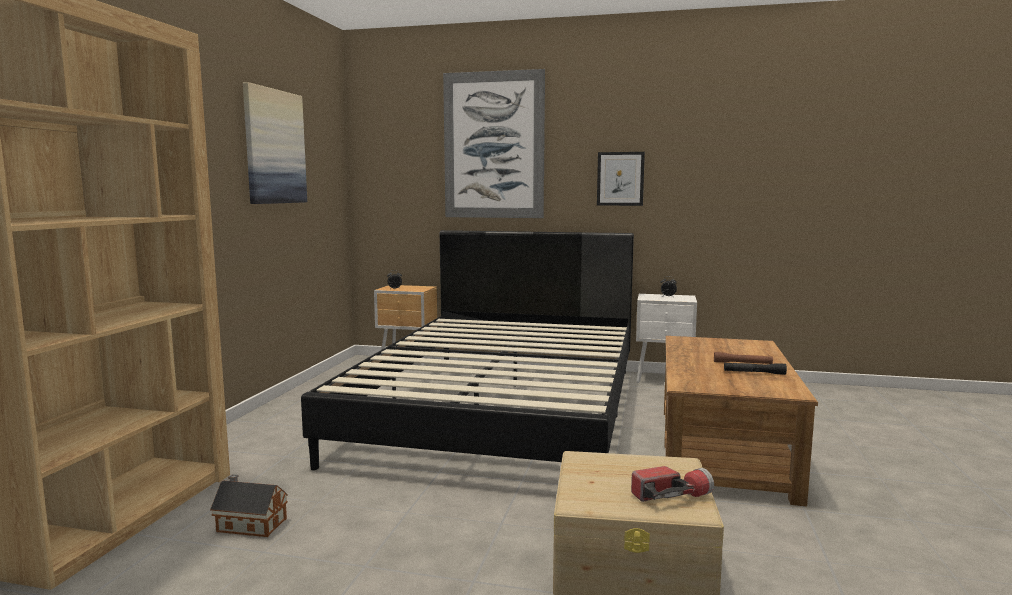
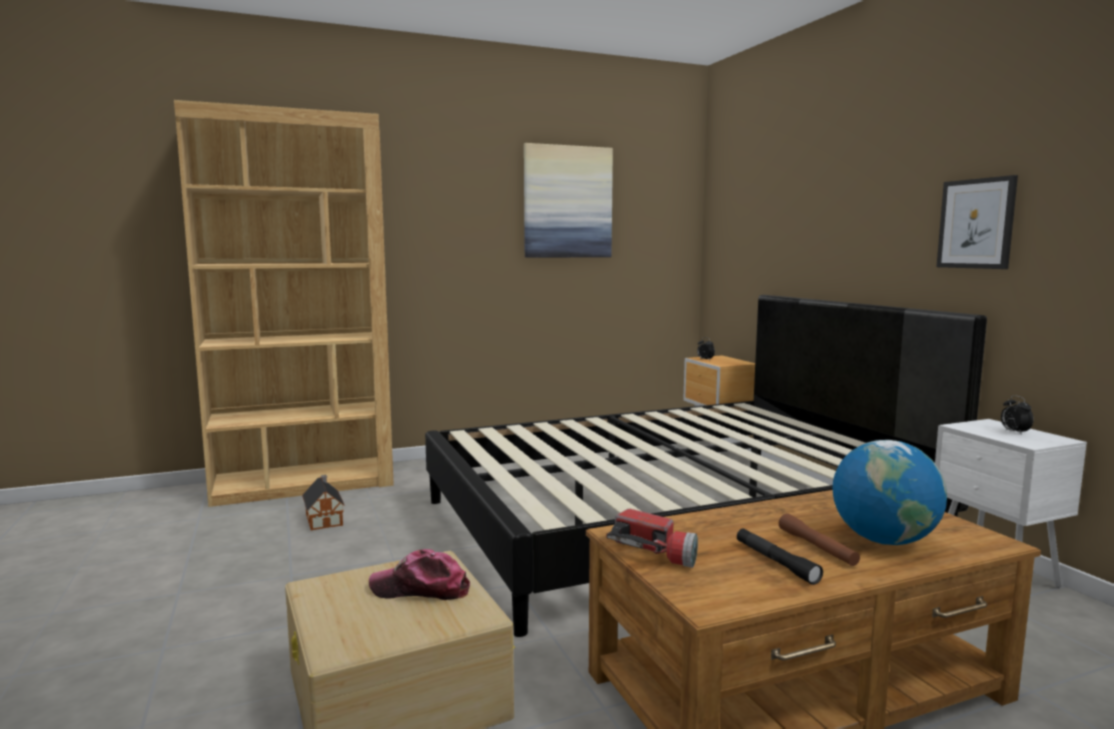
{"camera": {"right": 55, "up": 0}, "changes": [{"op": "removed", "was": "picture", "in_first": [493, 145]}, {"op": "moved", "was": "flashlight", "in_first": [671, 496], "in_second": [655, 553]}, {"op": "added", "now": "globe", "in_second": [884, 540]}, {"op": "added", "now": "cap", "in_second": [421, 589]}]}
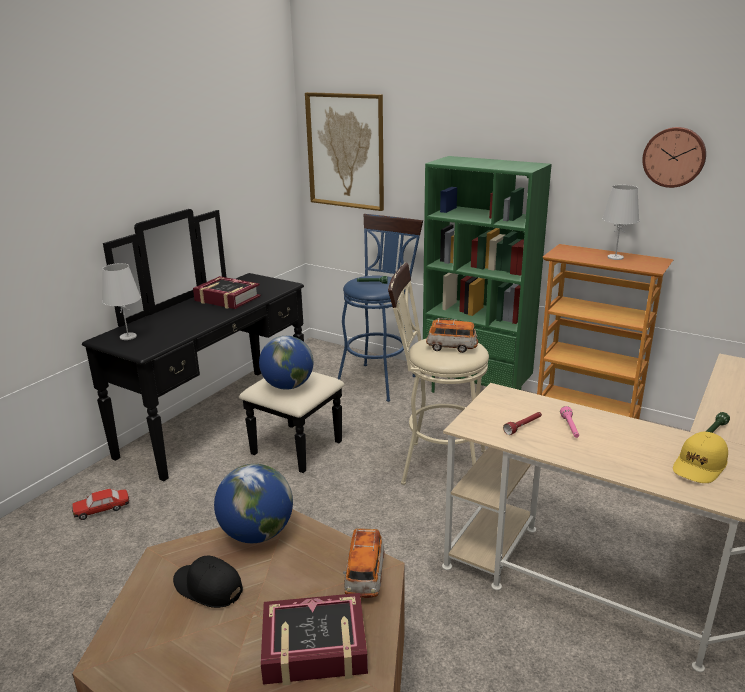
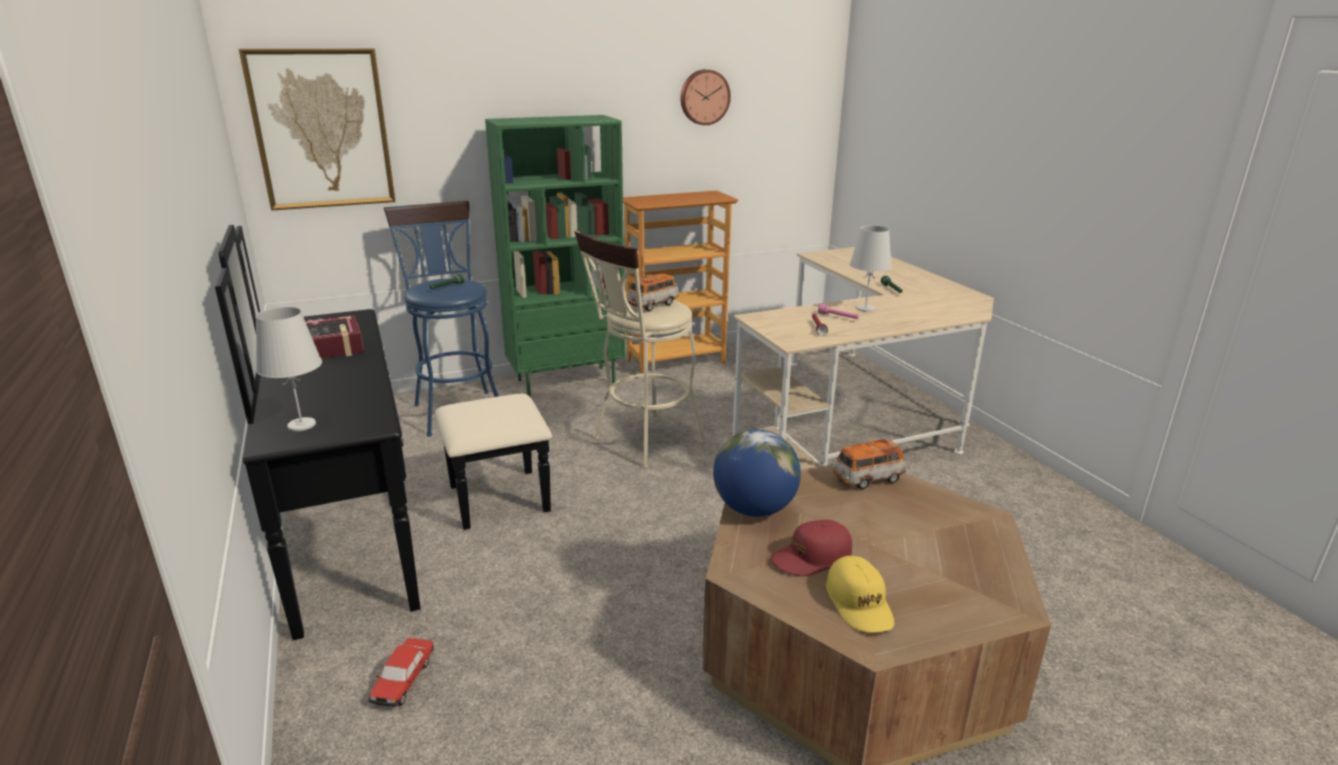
{"camera": {"right": -55, "up": 0}, "changes": [{"op": "moved", "was": "white table lamp", "in_first": [615, 257], "in_second": [865, 308]}, {"op": "removed", "was": "globe", "in_first": [288, 386]}, {"op": "moved", "was": "yellow cap", "in_first": [699, 466], "in_second": [859, 603]}, {"op": "turned", "was": "toy car", "in_first": [364, 576], "in_second": [867, 479], "clockwise": 120}, {"op": "recoloured", "was": "black cap", "now": "red cap", "in_first": [208, 587], "in_second": [811, 557]}, {"op": "removed", "was": "book", "in_first": [314, 647]}]}
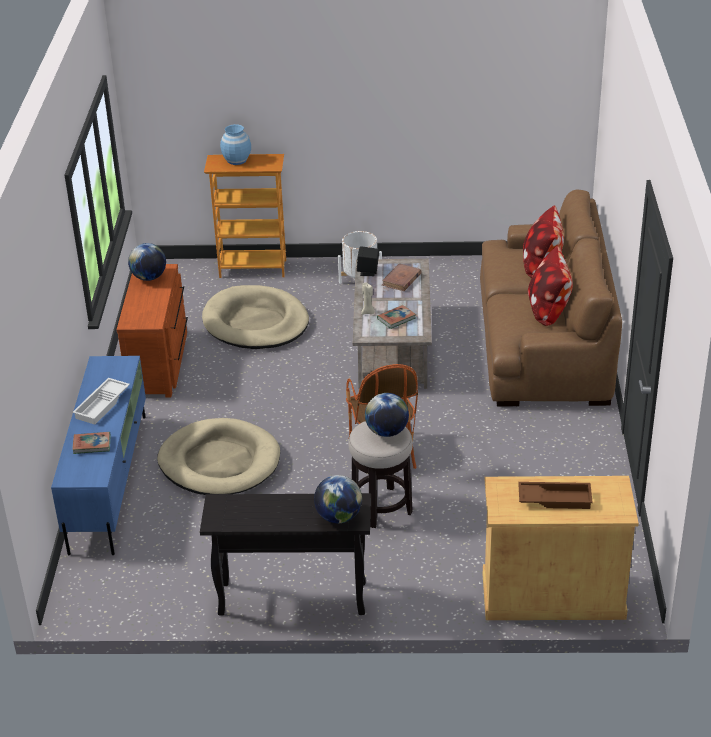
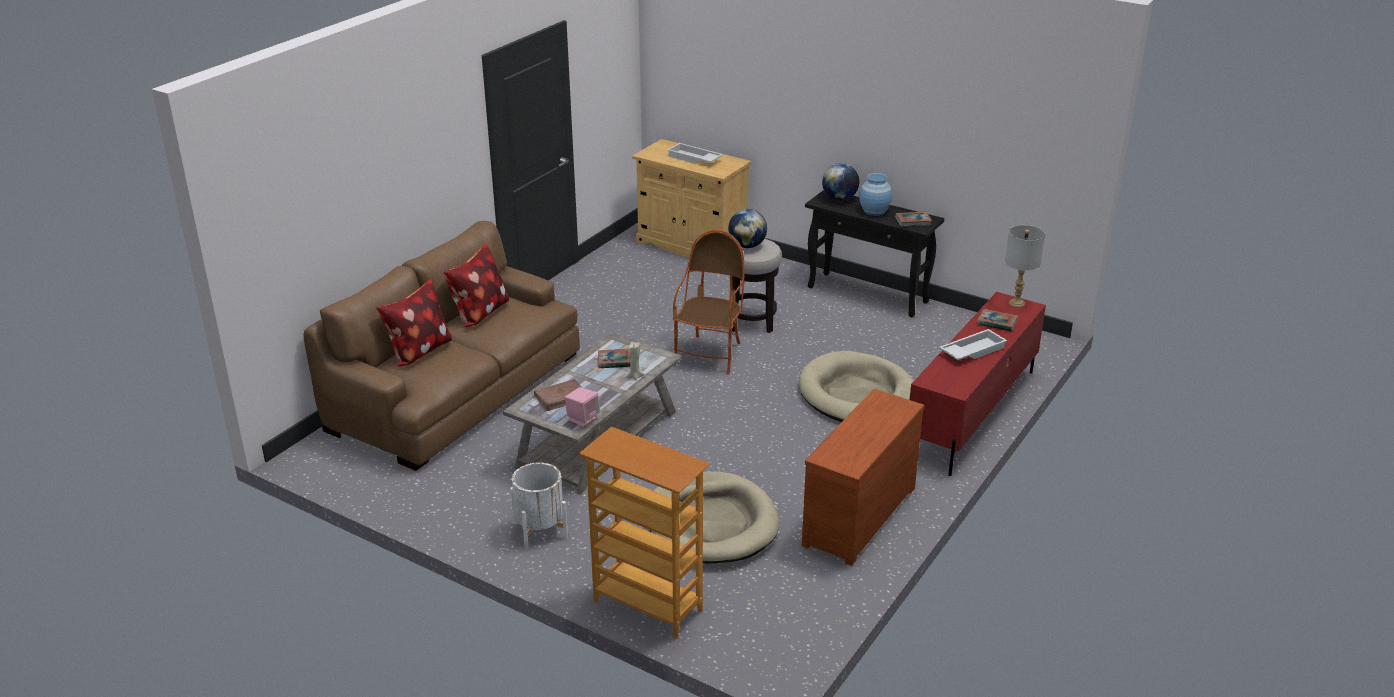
{"camera": {"right": -150, "up": -5}, "changes": [{"op": "moved", "was": "blue vase", "in_first": [236, 160], "in_second": [874, 211]}, {"op": "removed", "was": "globe", "in_first": [149, 277]}, {"op": "recoloured", "was": "black speaker", "now": "pink speaker", "in_first": [368, 271], "in_second": [583, 419]}, {"op": "recoloured", "was": "blue tv stand", "now": "red tv stand", "in_first": [109, 481], "in_second": [971, 415]}, {"op": "recoloured", "was": "brown tray", "now": "white tray", "in_first": [555, 498], "in_second": [693, 158]}, {"op": "added", "now": "book", "in_second": [913, 221]}, {"op": "added", "now": "grey table lamp", "in_second": [1016, 303]}]}
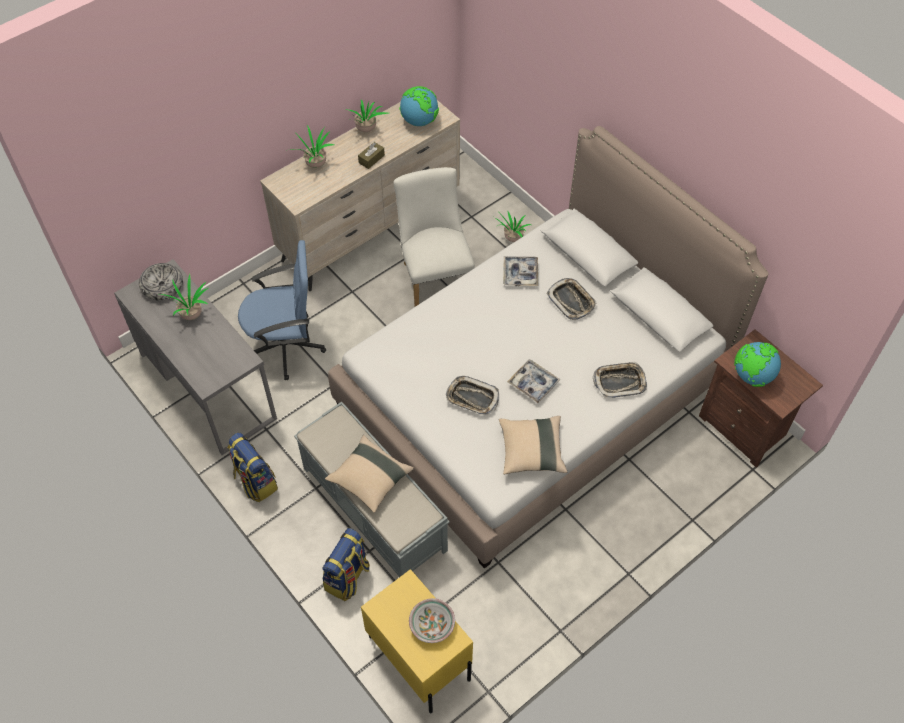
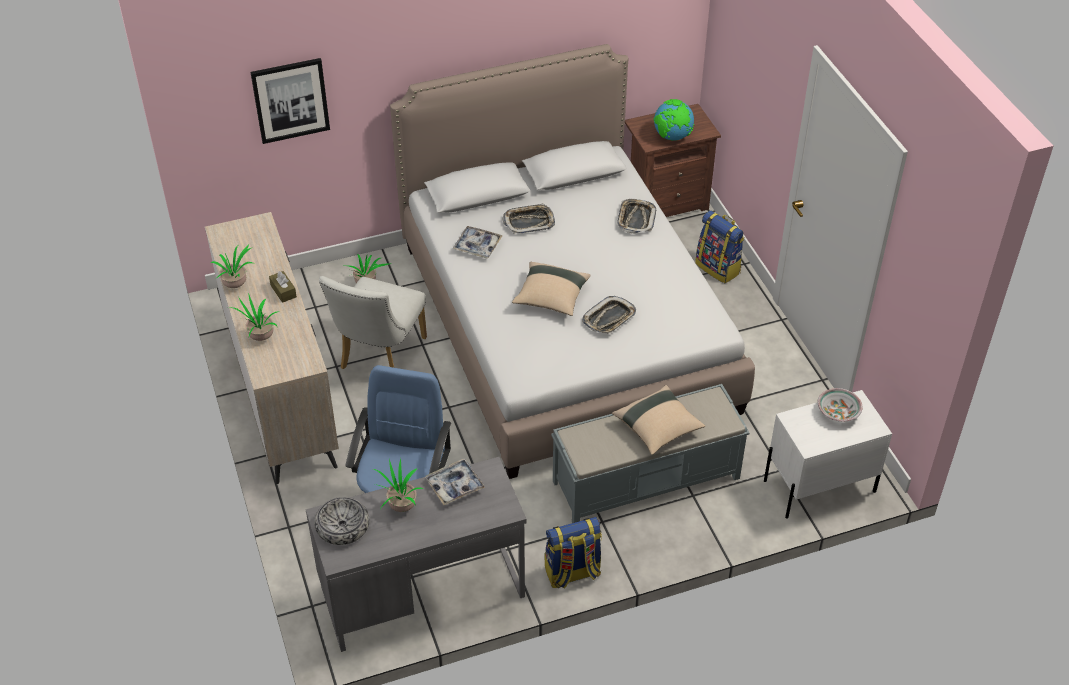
{"camera": {"right": -70, "up": -10}, "changes": [{"op": "removed", "was": "globe", "in_first": [419, 121]}, {"op": "turned", "was": "white chair", "in_first": [434, 276], "in_second": [379, 357], "clockwise": -75}, {"op": "moved", "was": "tray", "in_first": [533, 384], "in_second": [455, 485]}, {"op": "moved", "was": "beige pillow", "in_first": [531, 451], "in_second": [551, 298]}, {"op": "moved", "was": "backpack", "in_first": [347, 578], "in_second": [718, 268]}, {"op": "recoloured", "was": "yellow nightstand", "now": "white nightstand", "in_first": [419, 657], "in_second": [818, 486]}, {"op": "added", "now": "picture", "in_second": [290, 100]}]}
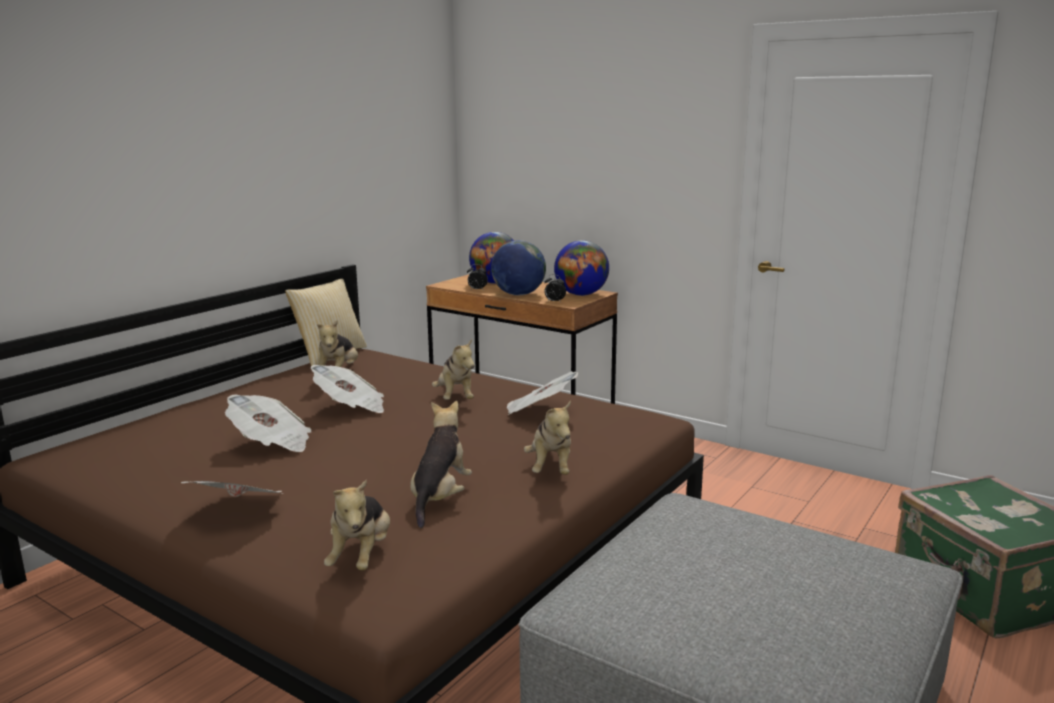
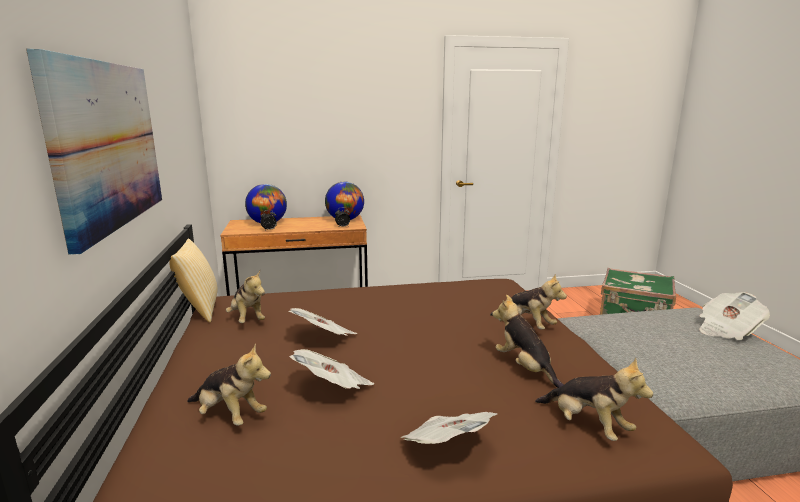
{"camera": {"right": -45, "up": 0}, "changes": [{"op": "removed", "was": "globe", "in_first": [518, 294]}, {"op": "moved", "was": "plush toy", "in_first": [455, 398], "in_second": [229, 415]}, {"op": "moved", "was": "newspaper", "in_first": [539, 412], "in_second": [727, 330]}, {"op": "added", "now": "picture", "in_second": [107, 145]}]}
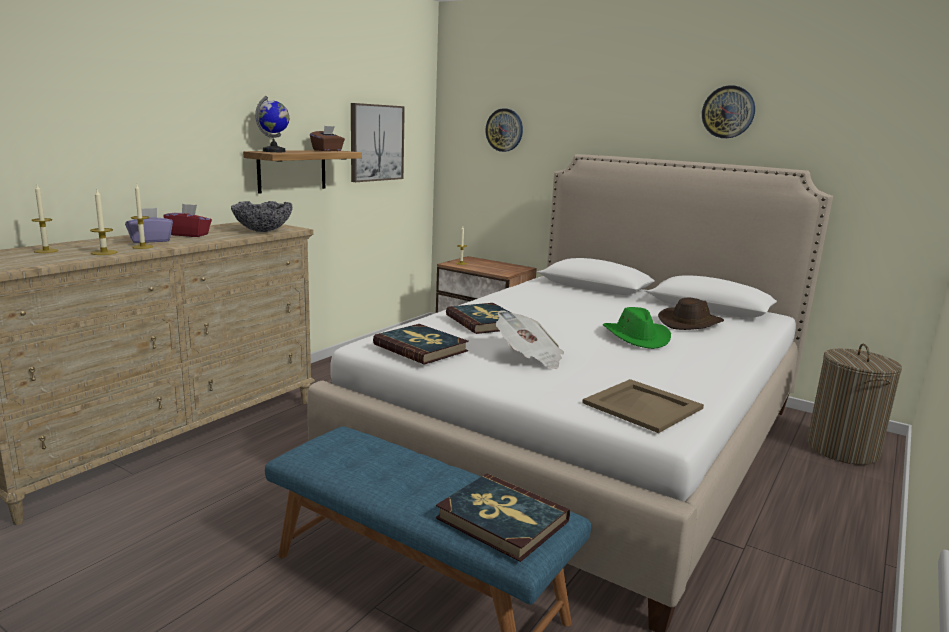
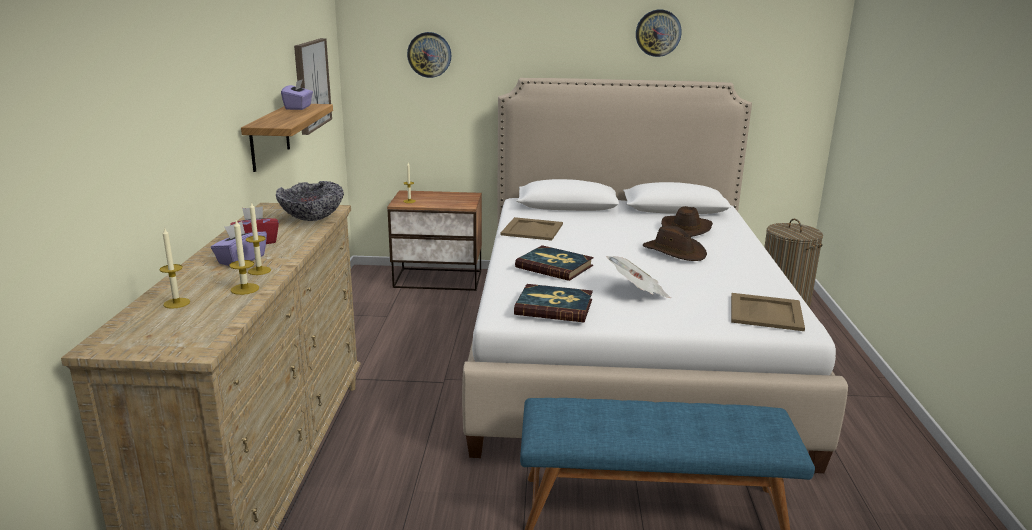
{"camera": {"right": -30, "up": 5}, "changes": [{"op": "removed", "was": "globe", "in_first": [274, 151]}, {"op": "recoloured", "was": "brown tissue box", "now": "purple tissue box", "in_first": [327, 150], "in_second": [298, 107]}, {"op": "recoloured", "was": "green hat", "now": "brown hat", "in_first": [636, 337], "in_second": [674, 252]}, {"op": "removed", "was": "book", "in_first": [501, 520]}, {"op": "added", "now": "beige tray", "in_second": [531, 229]}]}
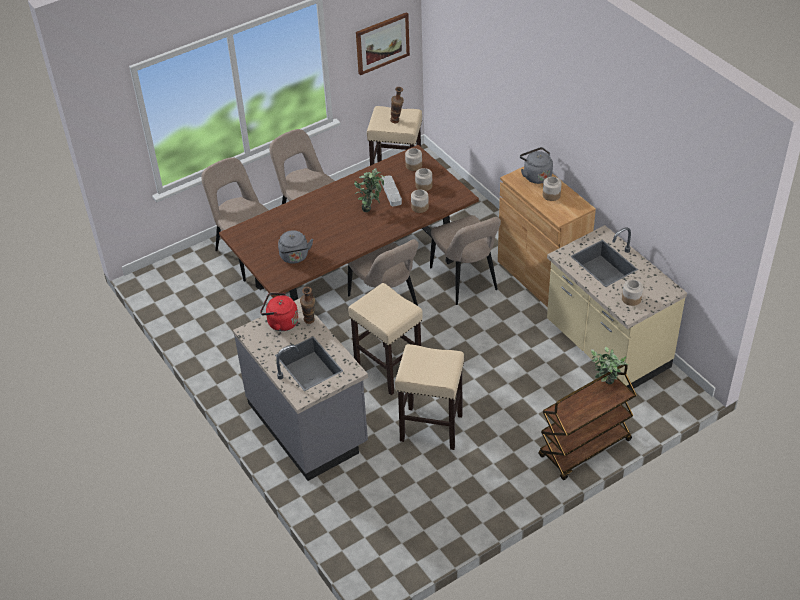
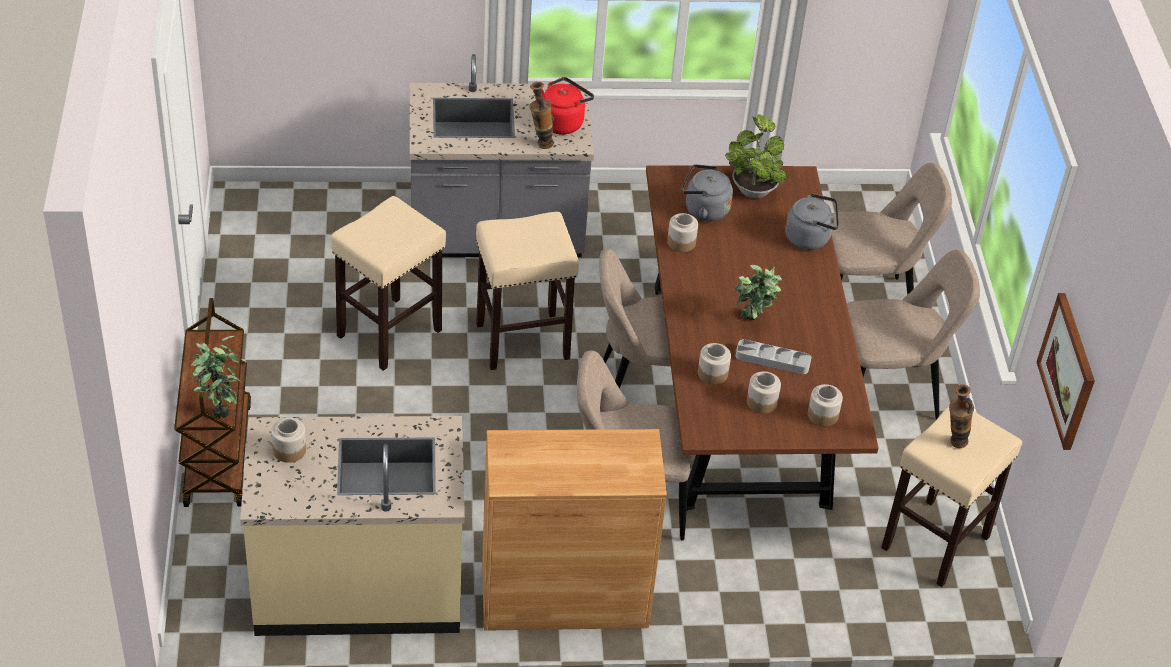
{"camera": {"right": 115, "up": 0}, "changes": [{"op": "moved", "was": "grey kettle", "in_first": [536, 176], "in_second": [810, 238]}, {"op": "moved", "was": "jar", "in_first": [551, 195], "in_second": [681, 242]}, {"op": "added", "now": "potted plant", "in_second": [753, 188]}]}
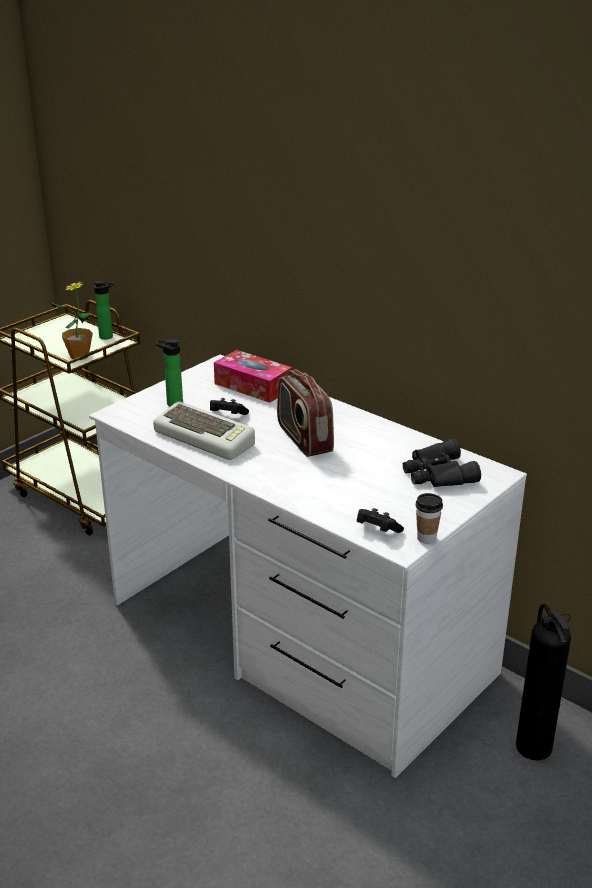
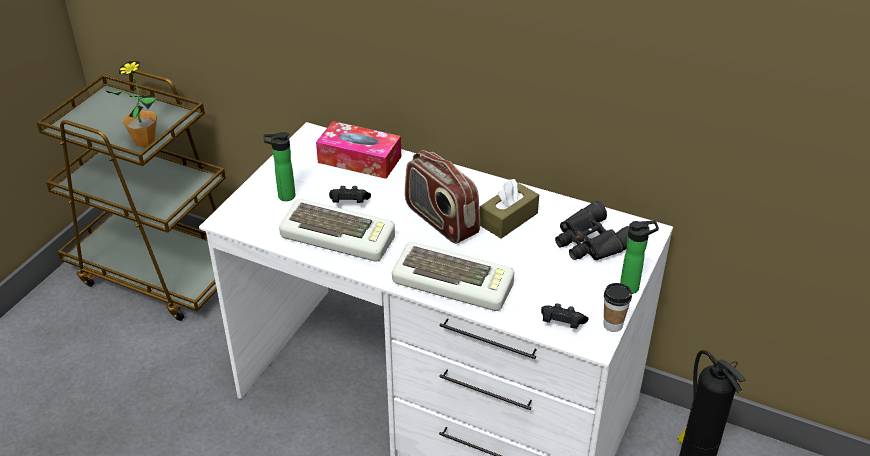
{"camera": {"right": -15, "up": 10}, "changes": [{"op": "moved", "was": "bottle", "in_first": [108, 337], "in_second": [632, 287]}, {"op": "added", "now": "brown tissue box", "in_second": [508, 219]}, {"op": "added", "now": "keyboard", "in_second": [454, 282]}]}
